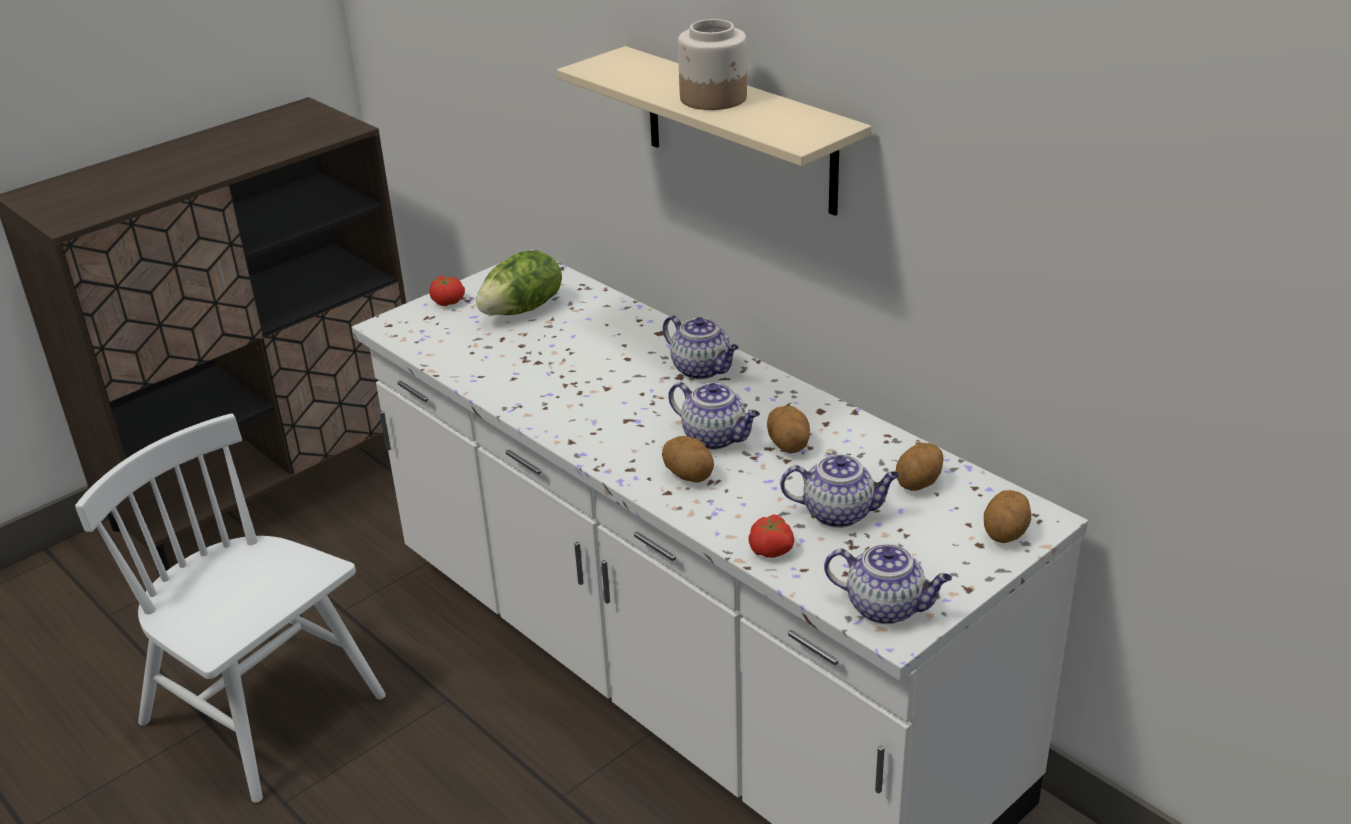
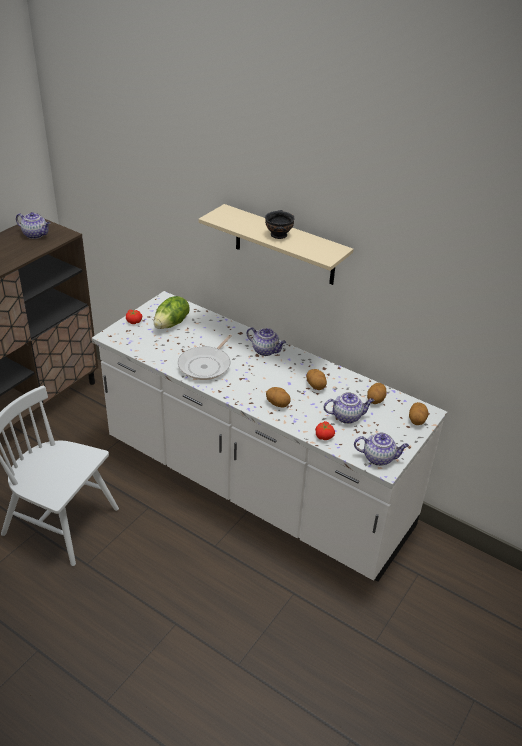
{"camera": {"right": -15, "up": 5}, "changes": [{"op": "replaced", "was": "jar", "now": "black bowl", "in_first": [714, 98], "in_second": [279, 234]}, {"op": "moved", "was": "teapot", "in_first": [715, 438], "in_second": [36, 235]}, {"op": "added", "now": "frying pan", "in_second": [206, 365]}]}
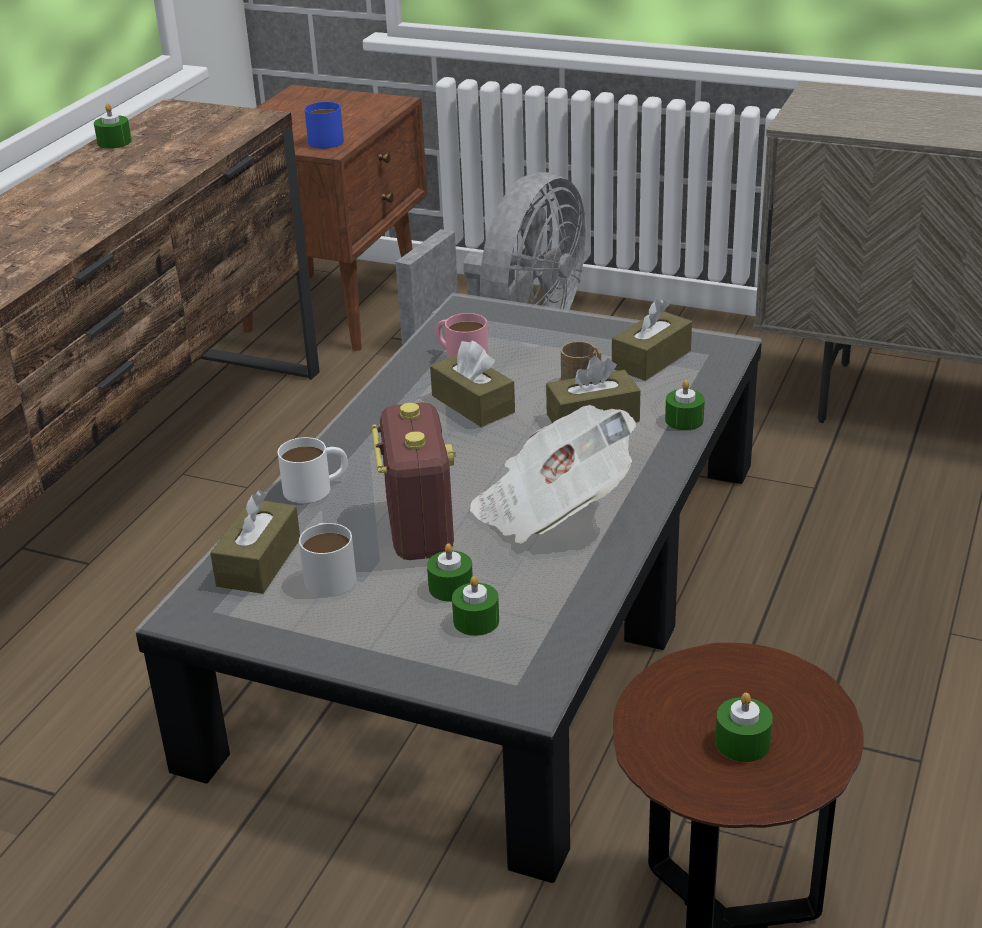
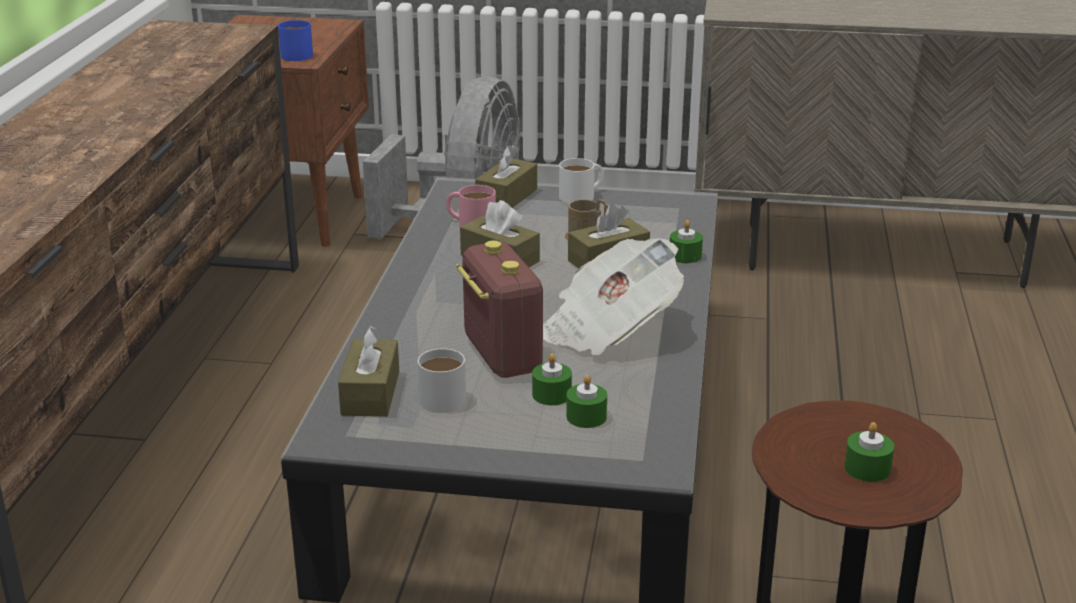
{"camera": {"right": -15, "up": -5}, "changes": [{"op": "removed", "was": "green candle", "in_first": [114, 142]}, {"op": "moved", "was": "brown tissue box", "in_first": [651, 359], "in_second": [506, 197]}, {"op": "moved", "was": "white mug", "in_first": [316, 487], "in_second": [582, 195]}]}
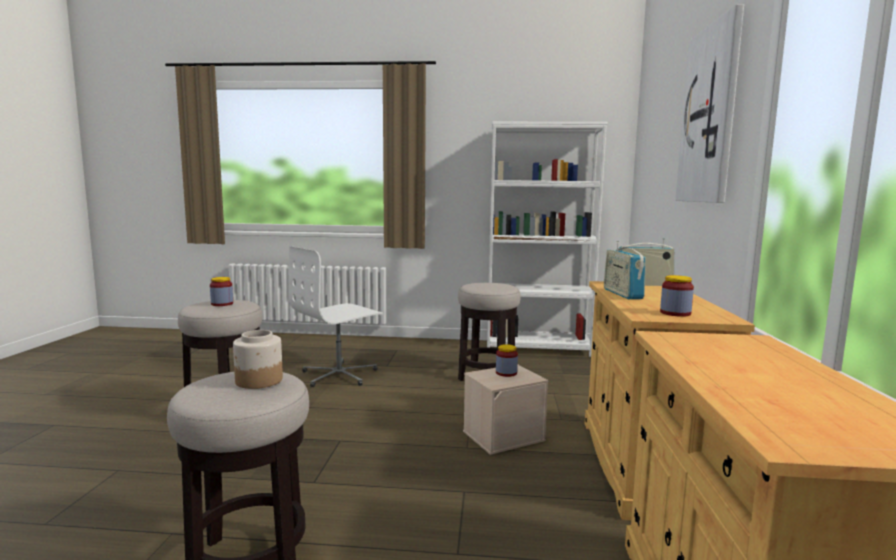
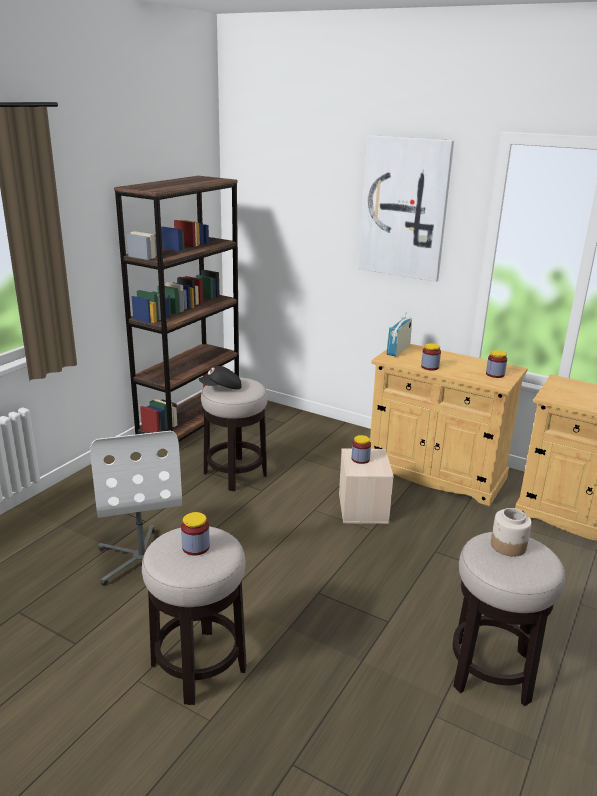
{"camera": {"right": -65, "up": 15}, "changes": [{"op": "recoloured", "was": "white bookcase", "now": "brown bookcase", "in_first": [537, 348], "in_second": [190, 424]}, {"op": "replaced", "was": "radio", "now": "jar", "in_first": [622, 294], "in_second": [430, 367]}, {"op": "added", "now": "black cap", "in_second": [221, 388]}]}
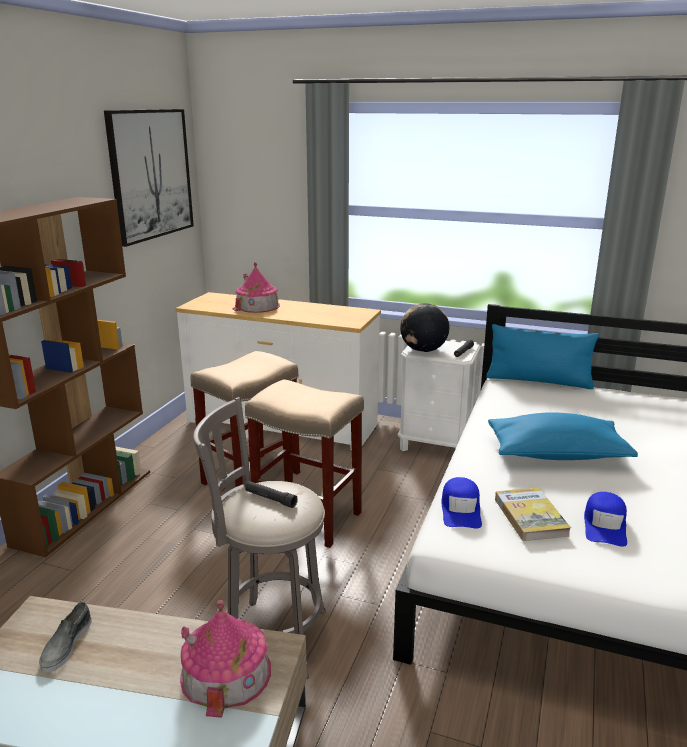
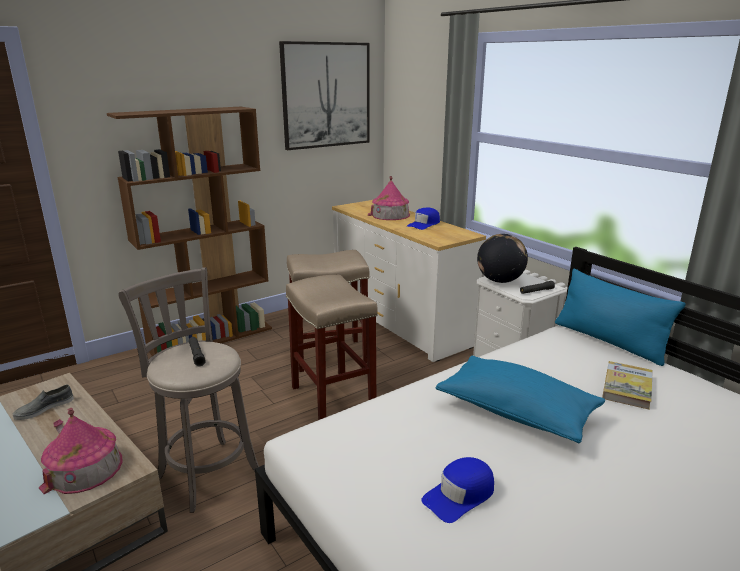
{"camera": {"right": 35, "up": 0}, "changes": [{"op": "moved", "was": "blue cap", "in_first": [461, 510], "in_second": [424, 224]}, {"op": "moved", "was": "book", "in_first": [530, 517], "in_second": [627, 387]}]}
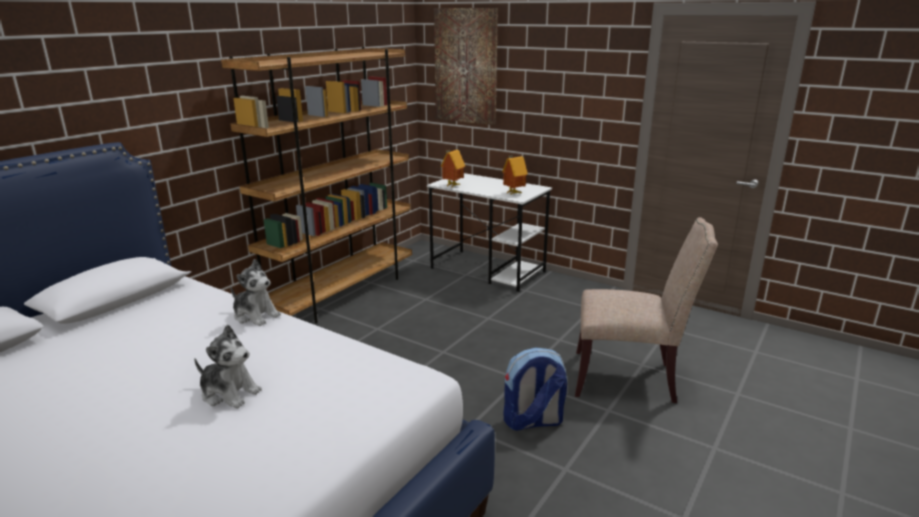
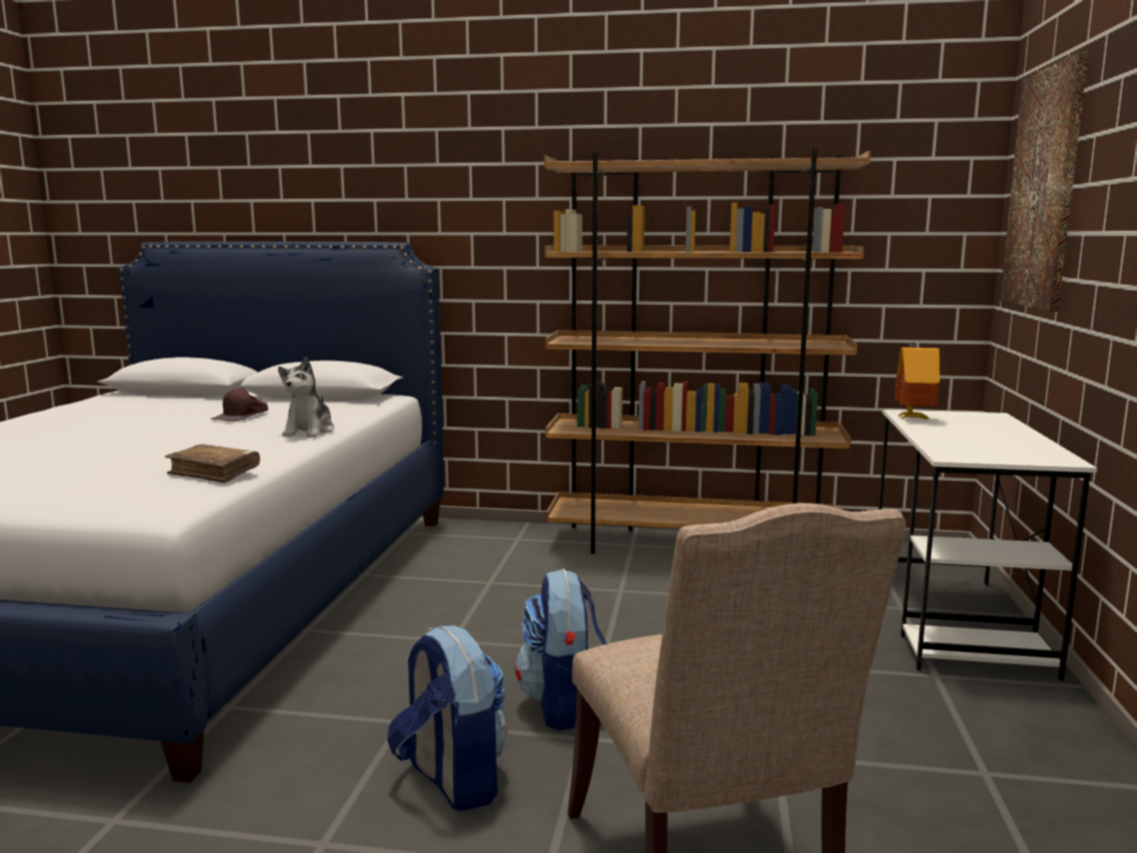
{"camera": {"right": 65, "up": -10}, "changes": [{"op": "removed", "was": "toy house", "in_first": [513, 193]}, {"op": "removed", "was": "plush toy", "in_first": [229, 393]}, {"op": "added", "now": "brown cap", "in_second": [241, 416]}, {"op": "added", "now": "brown book", "in_second": [214, 473]}, {"op": "added", "now": "backpack", "in_second": [565, 705]}]}
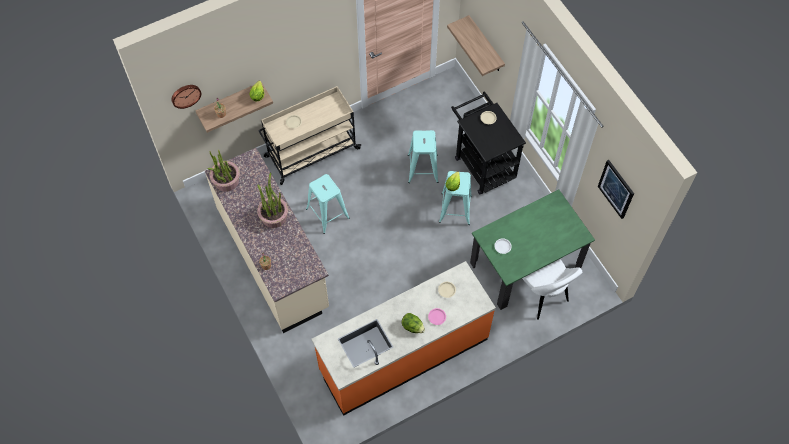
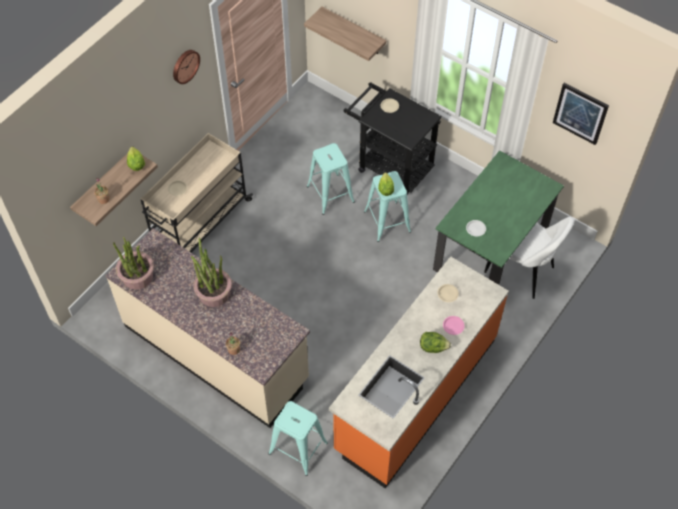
{"camera": {"right": -25, "up": -5}, "changes": [{"op": "moved", "was": "wall clock", "in_first": [185, 95], "in_second": [185, 66]}, {"op": "moved", "was": "turquoise stool", "in_first": [327, 213], "in_second": [298, 448]}]}
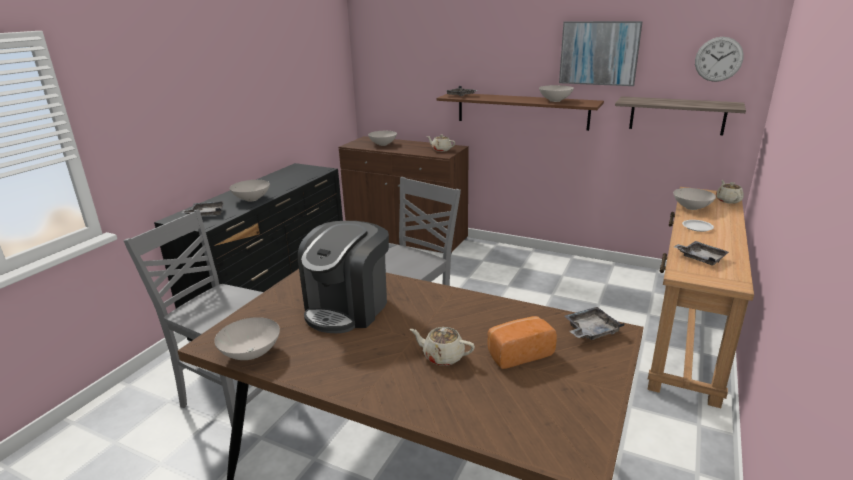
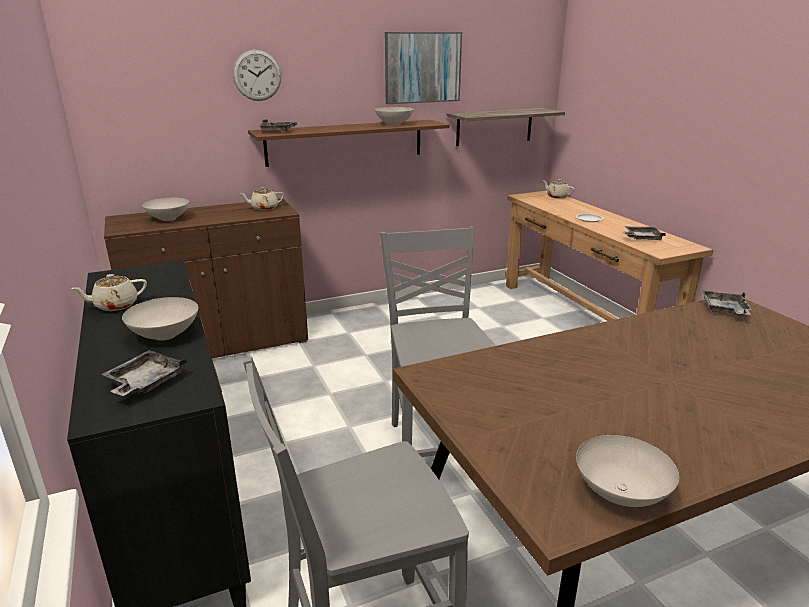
{"camera": {"right": -50, "up": 0}, "changes": [{"op": "moved", "was": "wall clock", "in_first": [718, 59], "in_second": [257, 75]}, {"op": "removed", "was": "white bowl", "in_first": [691, 207]}, {"op": "removed", "was": "coffee machine", "in_first": [348, 308]}, {"op": "removed", "was": "bread", "in_first": [518, 353]}, {"op": "moved", "was": "beige teapot", "in_first": [442, 356], "in_second": [115, 305]}]}
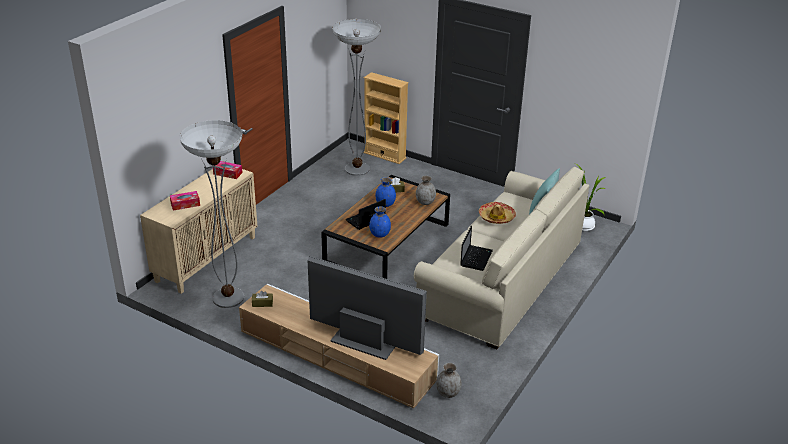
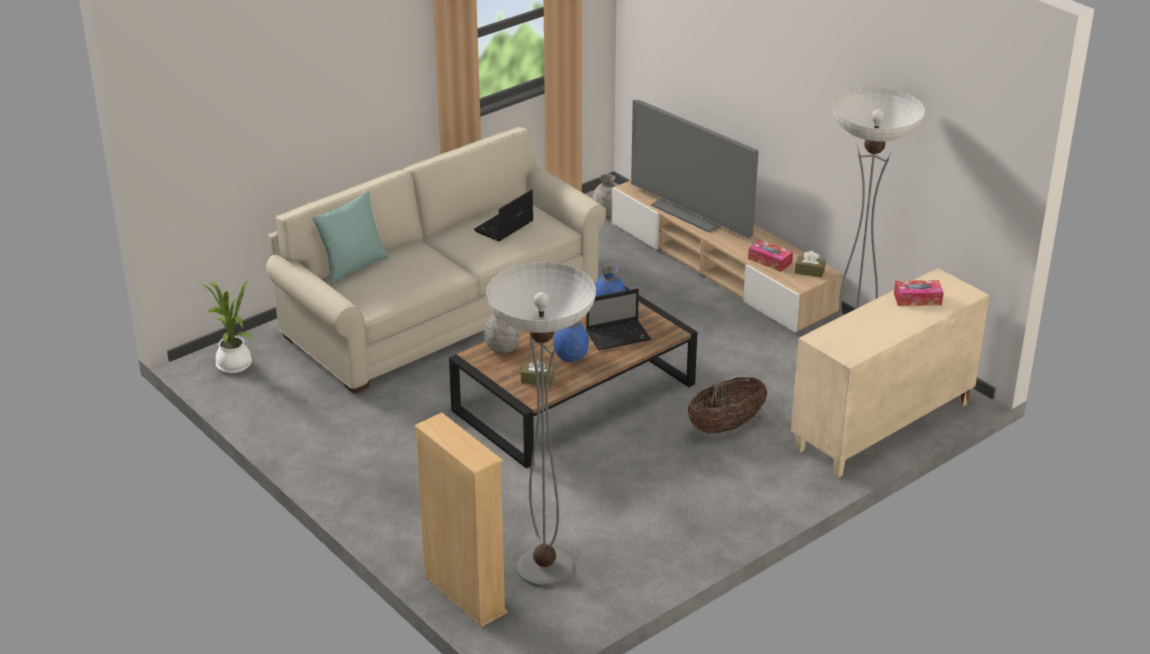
{"camera": {"right": -160, "up": 0}, "changes": [{"op": "moved", "was": "tissue box", "in_first": [228, 173], "in_second": [769, 261]}, {"op": "removed", "was": "hat", "in_first": [496, 217]}, {"op": "added", "now": "basket", "in_second": [726, 426]}]}
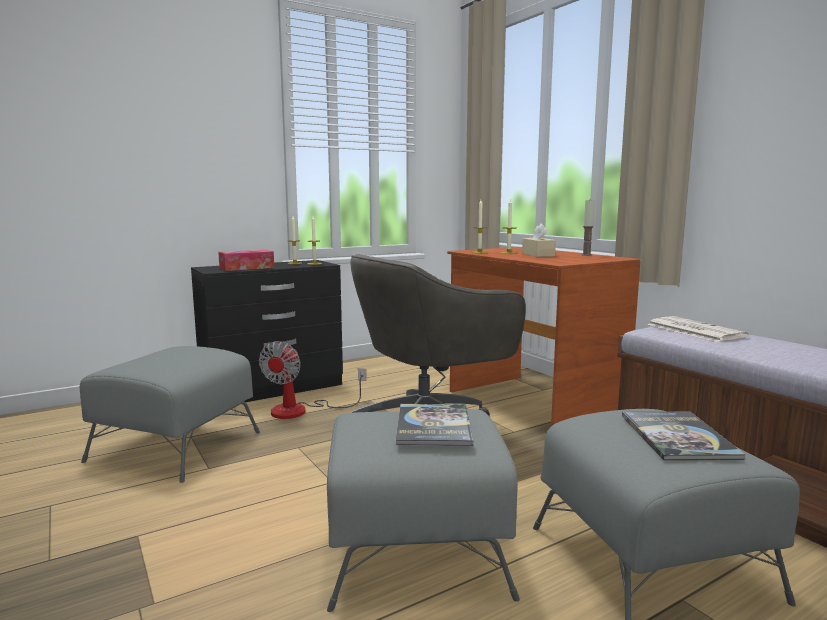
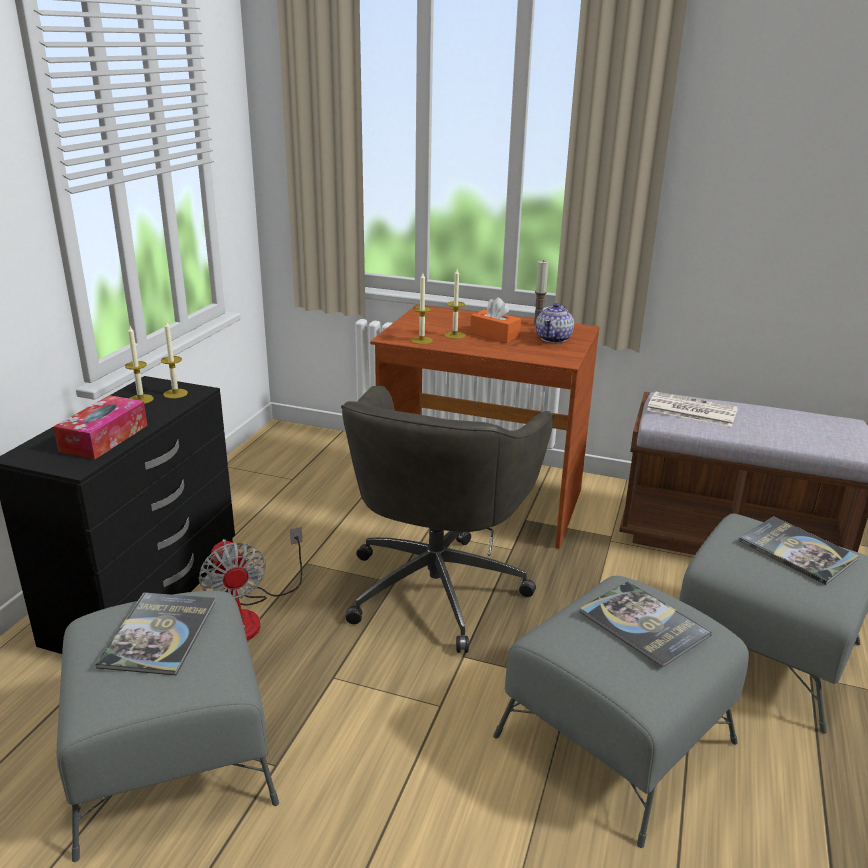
{"camera": {"right": -40, "up": 15}, "changes": [{"op": "recoloured", "was": "beige tissue box", "now": "orange tissue box", "in_first": [538, 255], "in_second": [494, 335]}, {"op": "added", "now": "teapot", "in_second": [554, 339]}, {"op": "added", "now": "book", "in_second": [159, 634]}]}
